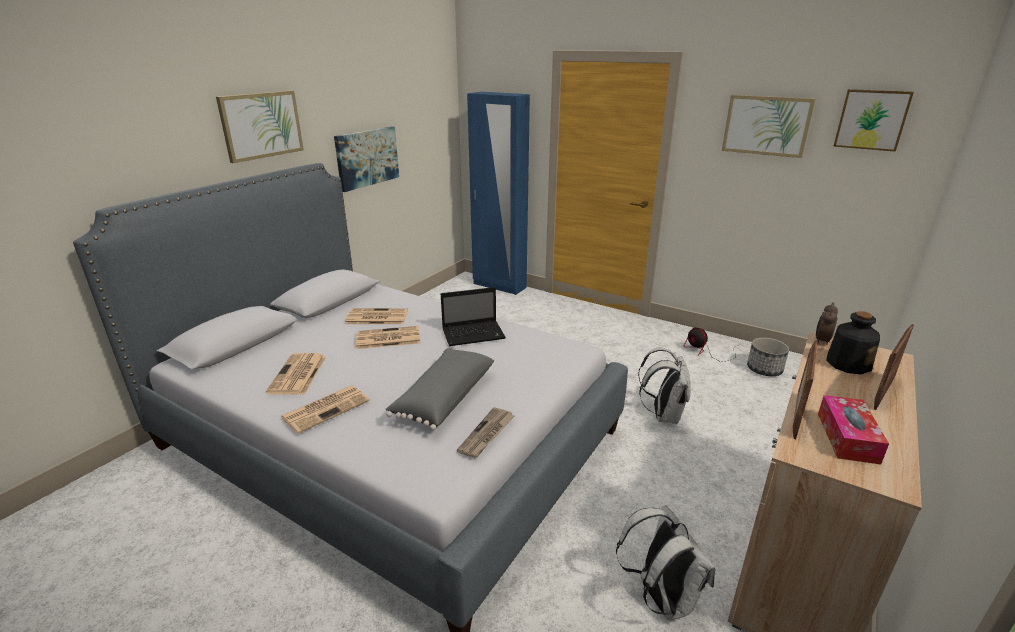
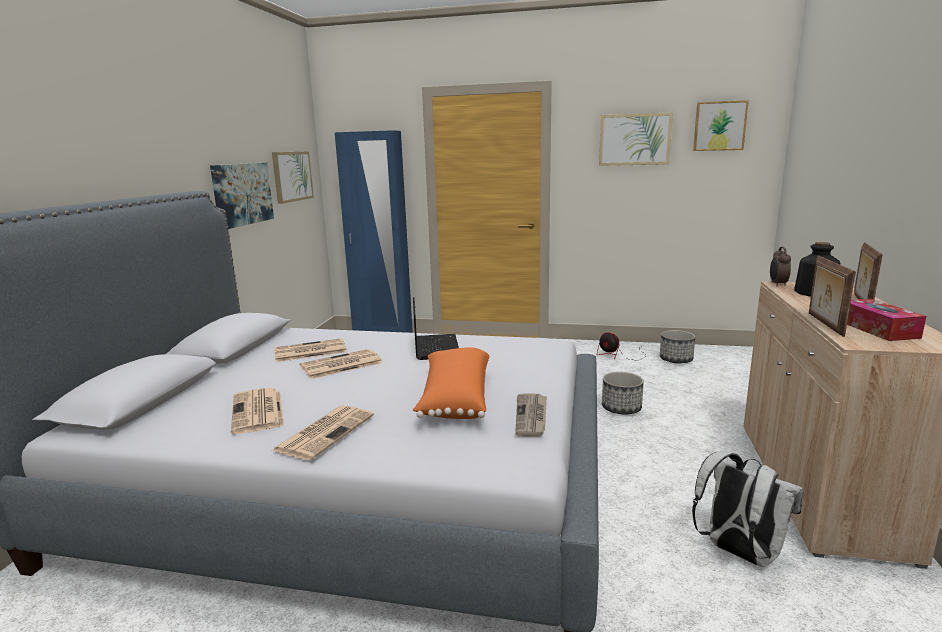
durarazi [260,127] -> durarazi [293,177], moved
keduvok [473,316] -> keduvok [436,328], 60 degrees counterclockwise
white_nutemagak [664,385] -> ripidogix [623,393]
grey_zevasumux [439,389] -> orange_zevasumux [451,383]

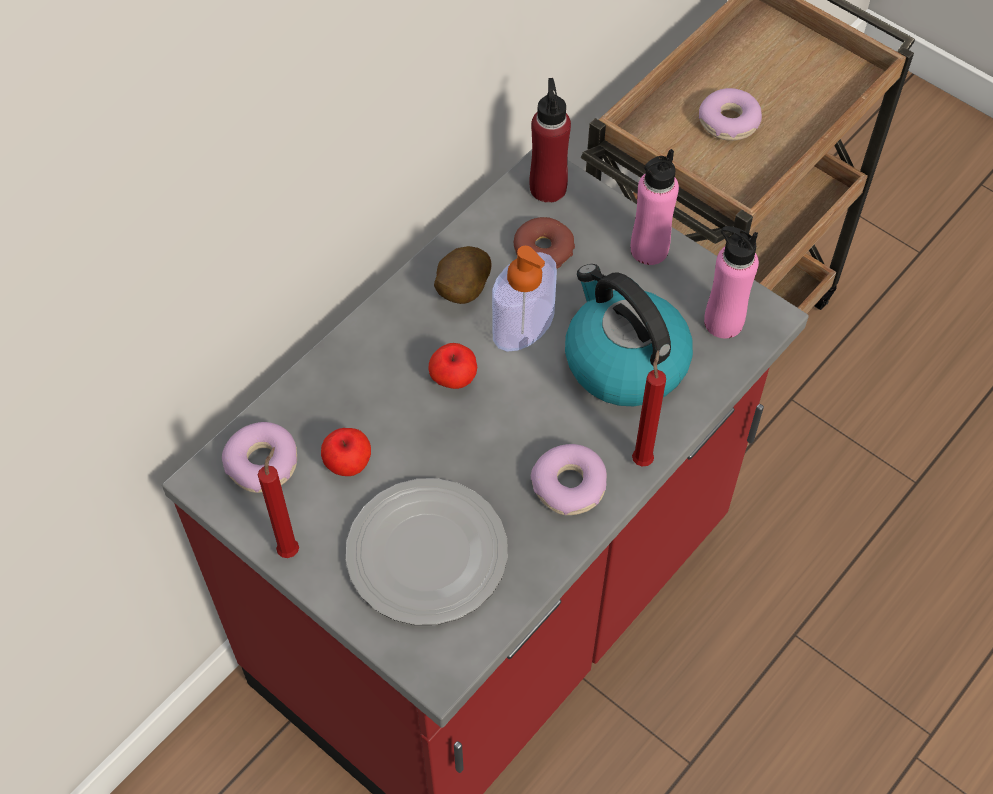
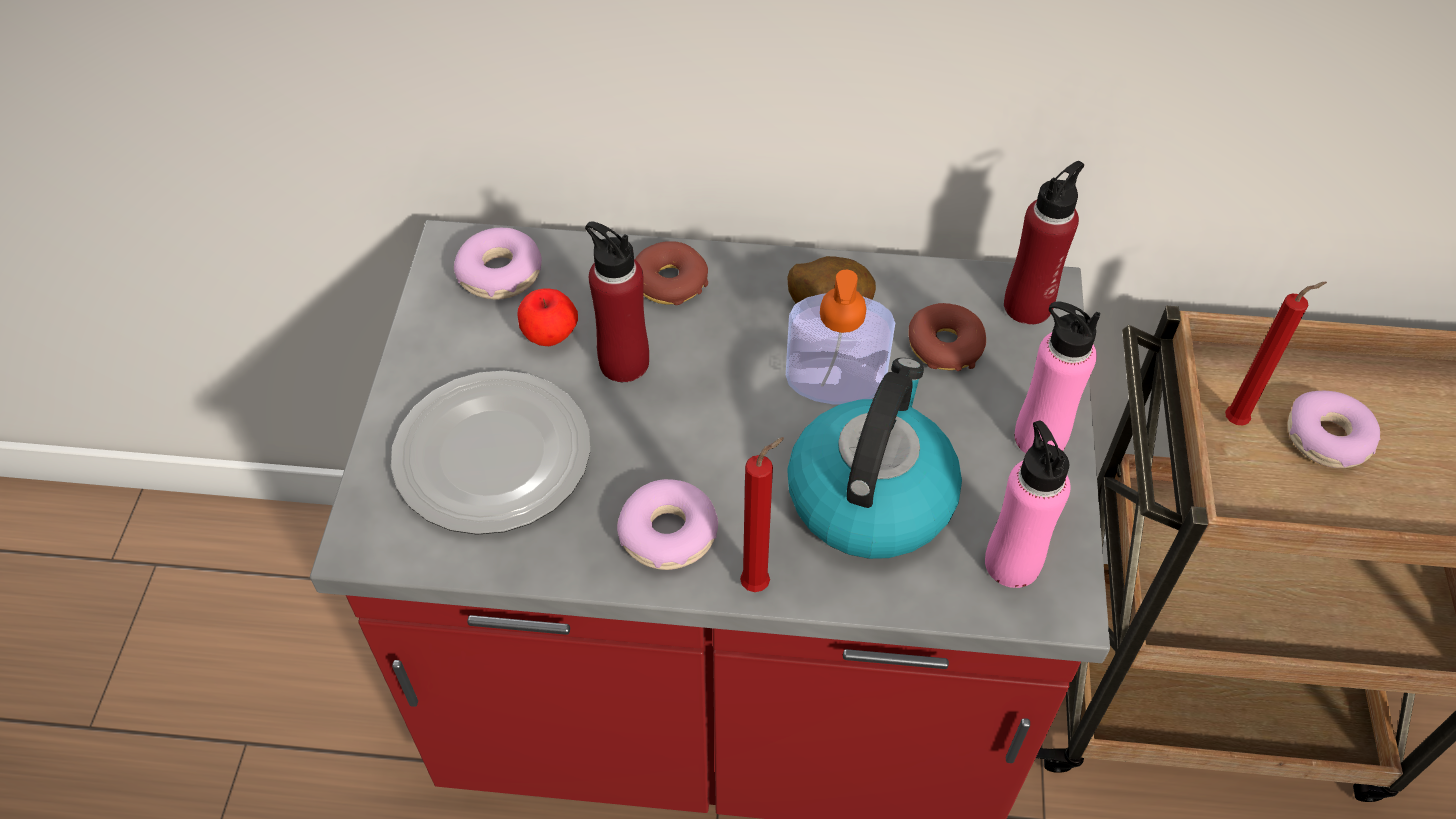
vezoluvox [452,366] -> none
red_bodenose [278,502] -> red_bodenose [1276,354], moved
none -> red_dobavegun [617,302]
none -> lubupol [671,273]

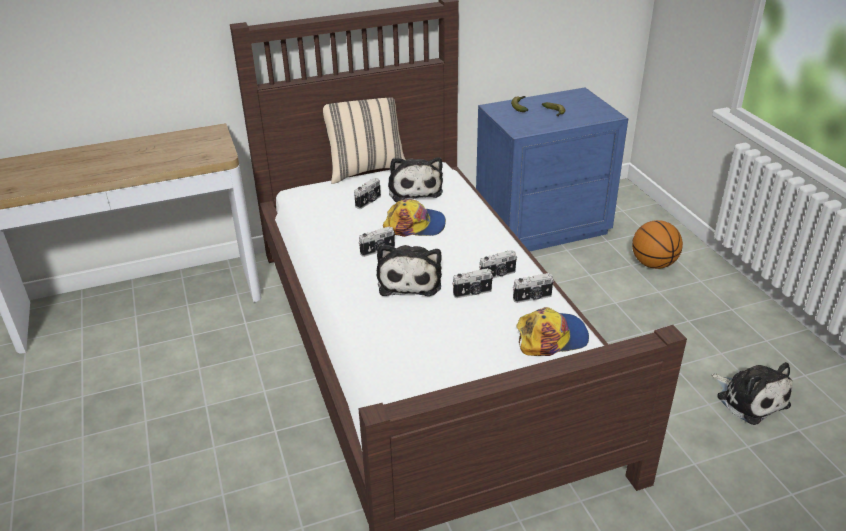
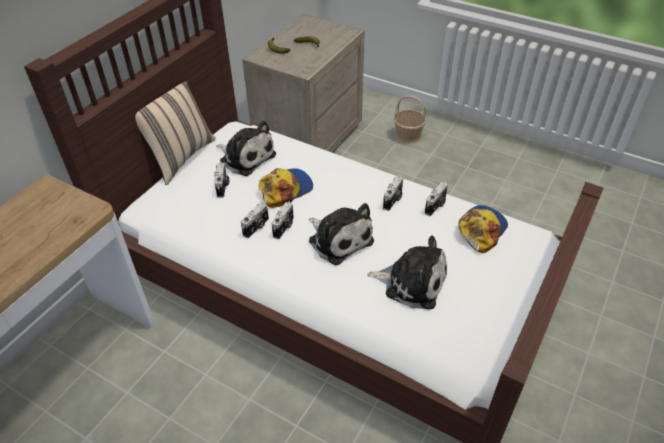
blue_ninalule [552,170] -> beige_ninalule [303,83]
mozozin [657,244] -> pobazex [410,119]
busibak [472,283] -> busibak [255,220], moved
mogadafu [752,393] -> mogadafu [407,272], moved

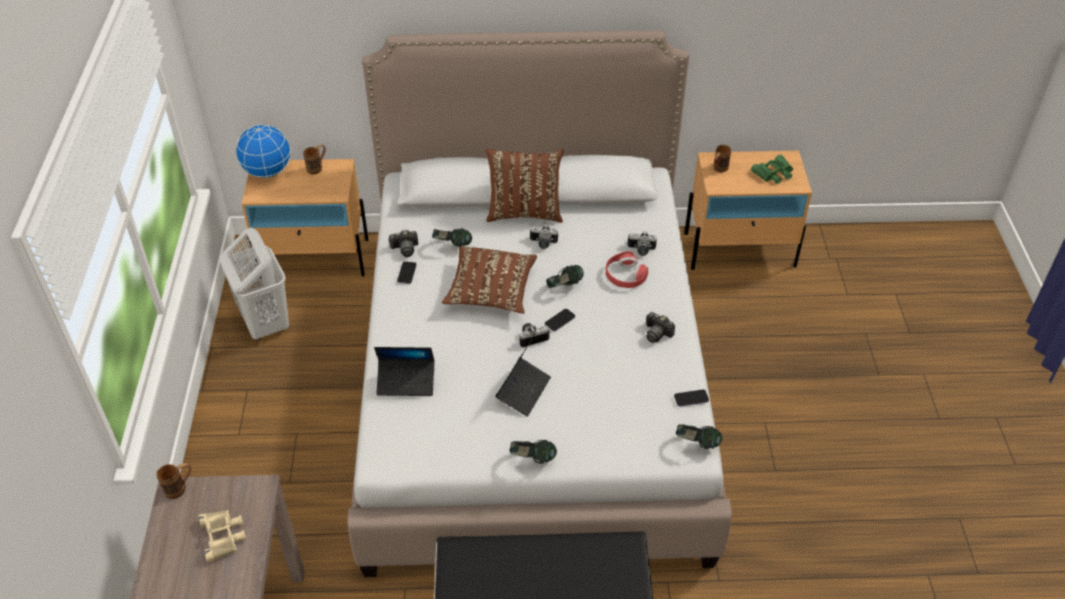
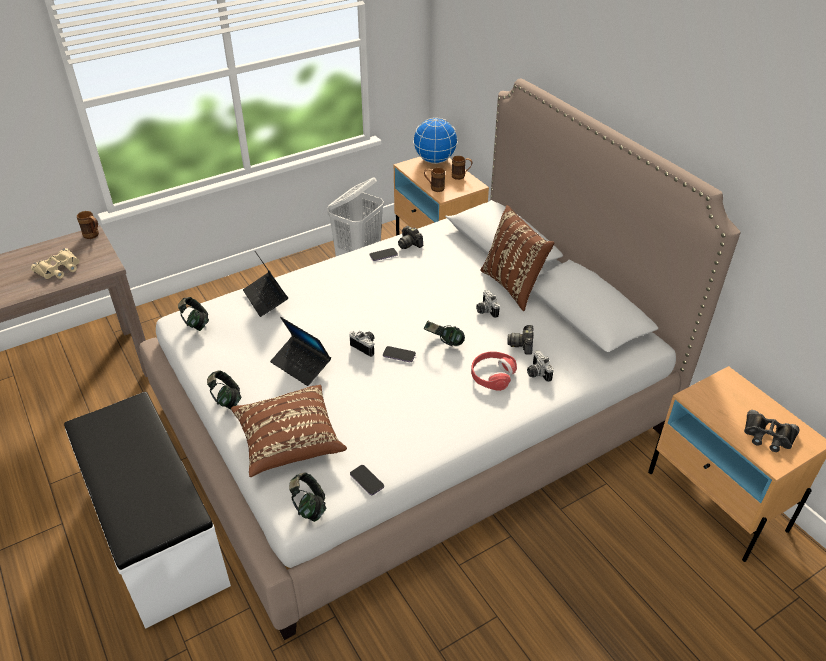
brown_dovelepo [722,158] -> brown_dovelepo [434,180], moved
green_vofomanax [772,169] -> black_vofomanax [772,431]
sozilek [452,237] -> sozilek [193,314], moved
brown_zevasumux [489,280] -> brown_zevasumux [289,431], moved
busibak [660,327] -> busibak [520,340], moved
keduvok [523,378] -> keduvok [300,351], 45 degrees clockwise

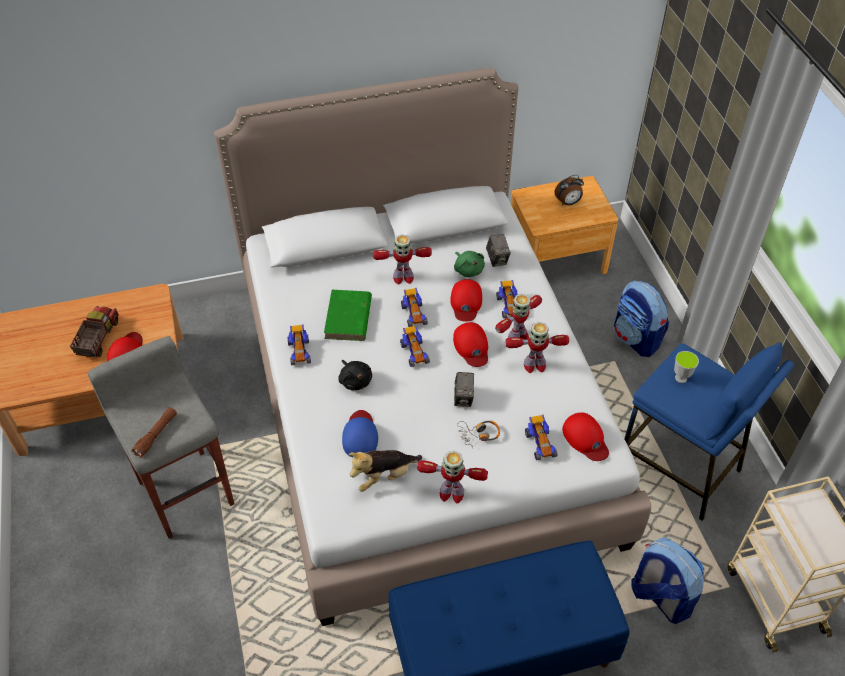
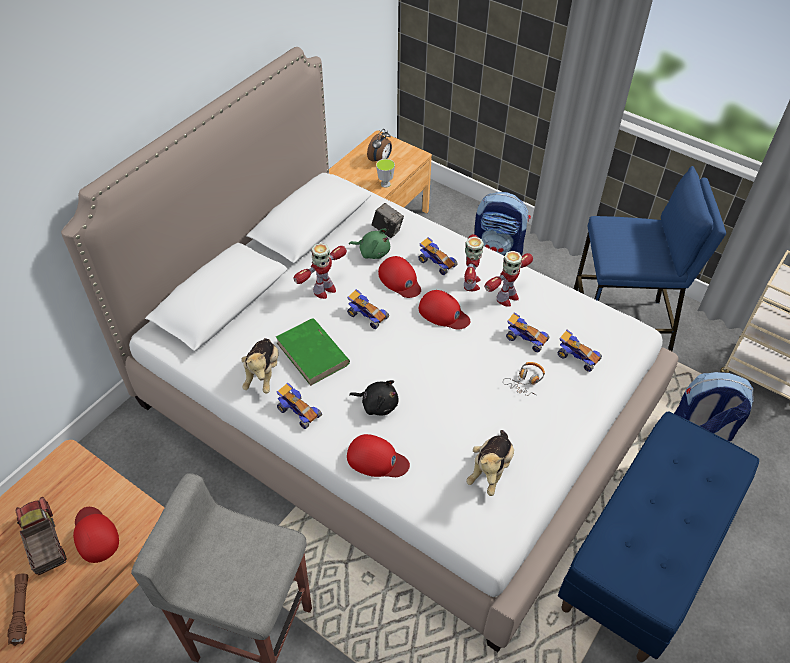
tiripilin [415,346] -> tiripilin [527,332], moved
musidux [686,367] -> musidux [385,173], moved
busibak [464,389] -> none
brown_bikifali [154,432] -> brown_bikifali [17,609], moved
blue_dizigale [360,434] -> none
red_dizigale [585,437] -> red_dizigale [378,455], moved
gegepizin [452,477] -> none
none -> mogadafu [260,366]

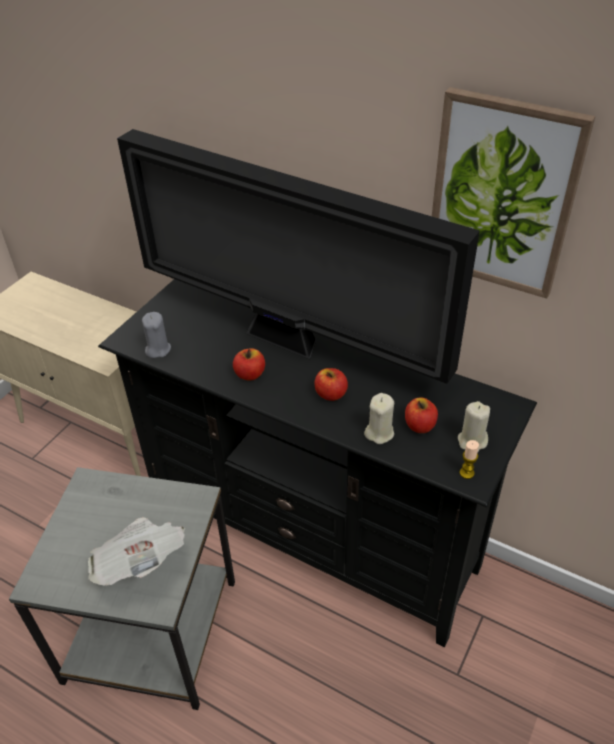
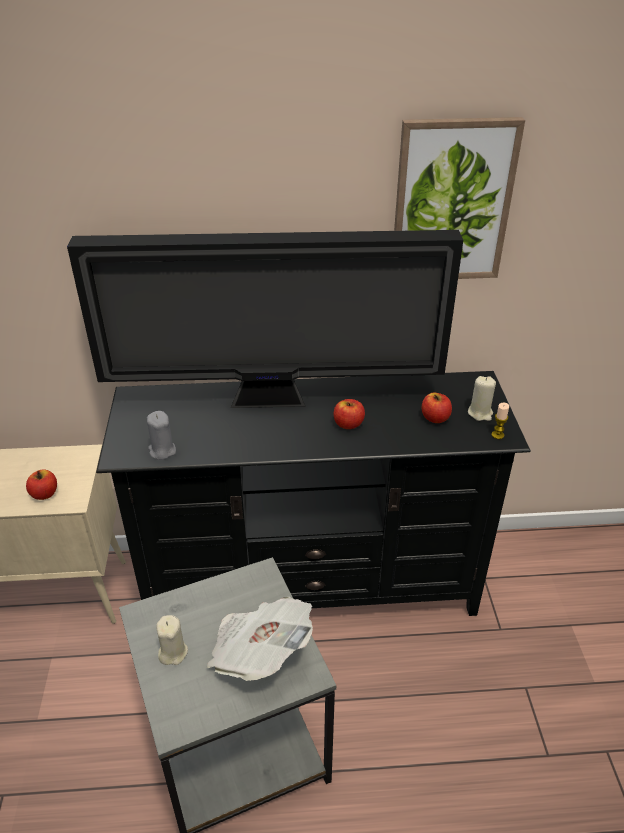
vezoluvox [249,364] -> vezoluvox [41,484], moved
beige_bodenose [379,418] -> beige_bodenose [172,640], moved

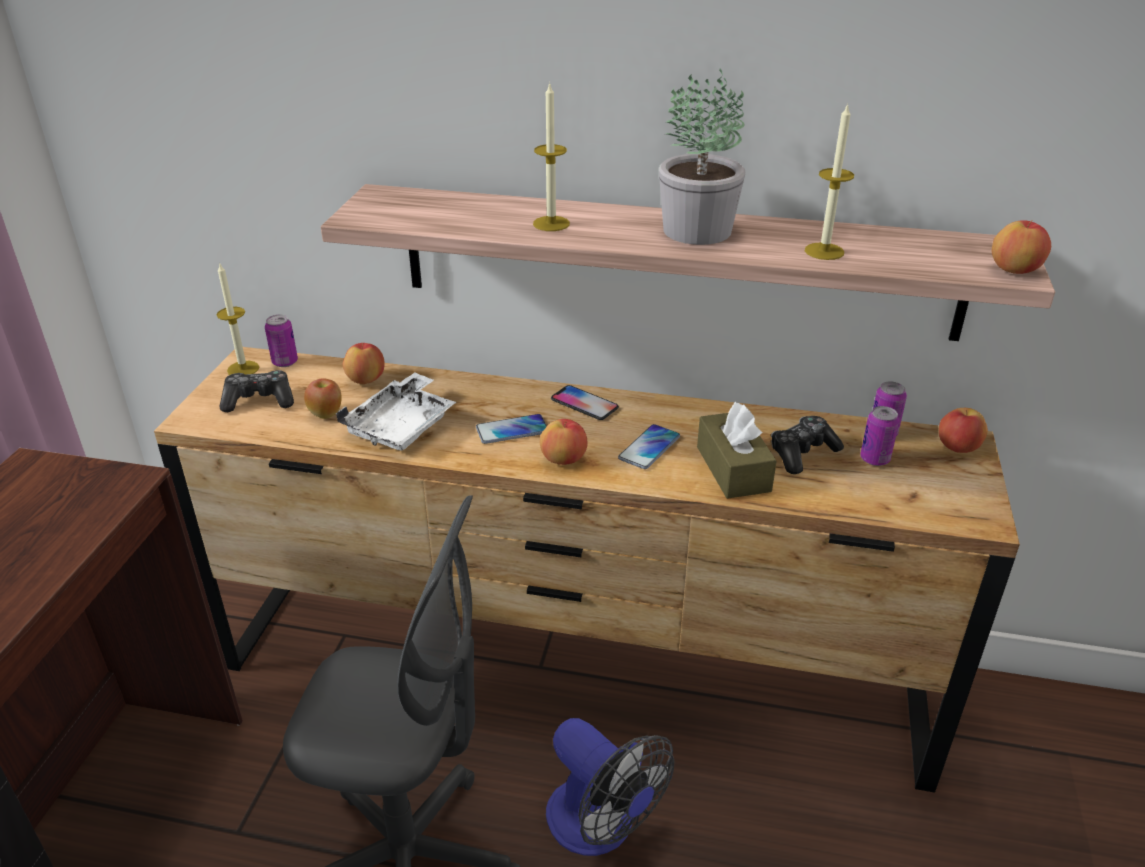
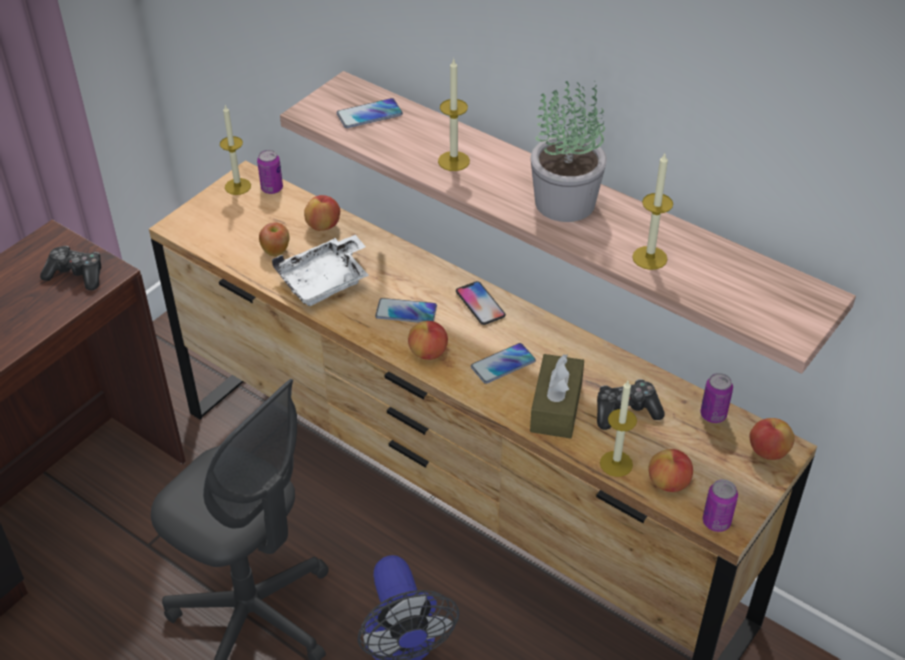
vezoluvox [1021,247] -> vezoluvox [670,470], moved
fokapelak [256,391] -> fokapelak [70,268], moved
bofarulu [879,436] -> bofarulu [720,505], moved
none -> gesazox [370,113]
none -> bodenose [618,429]

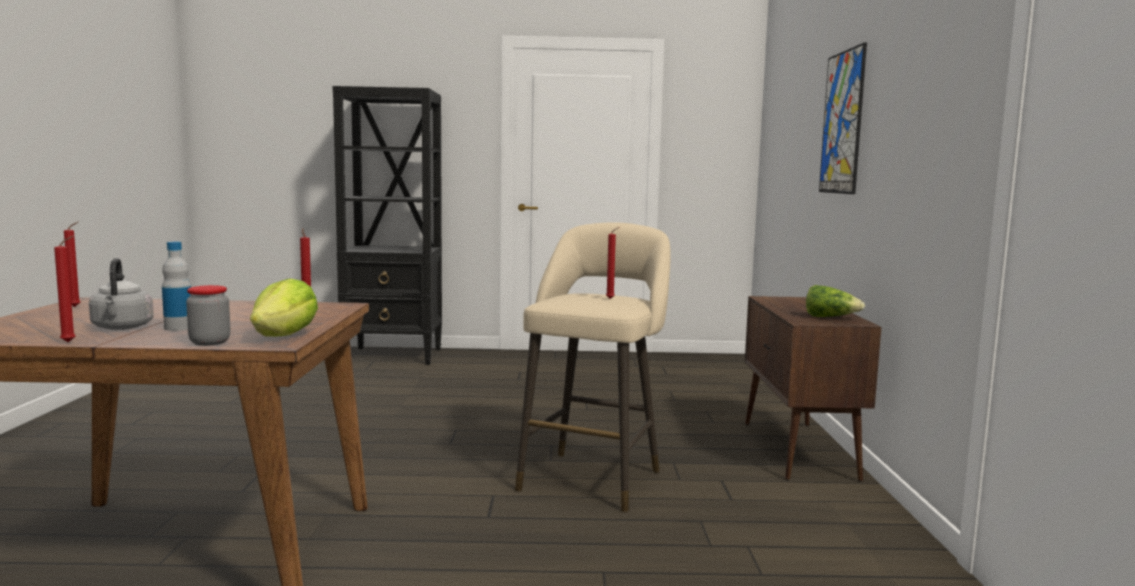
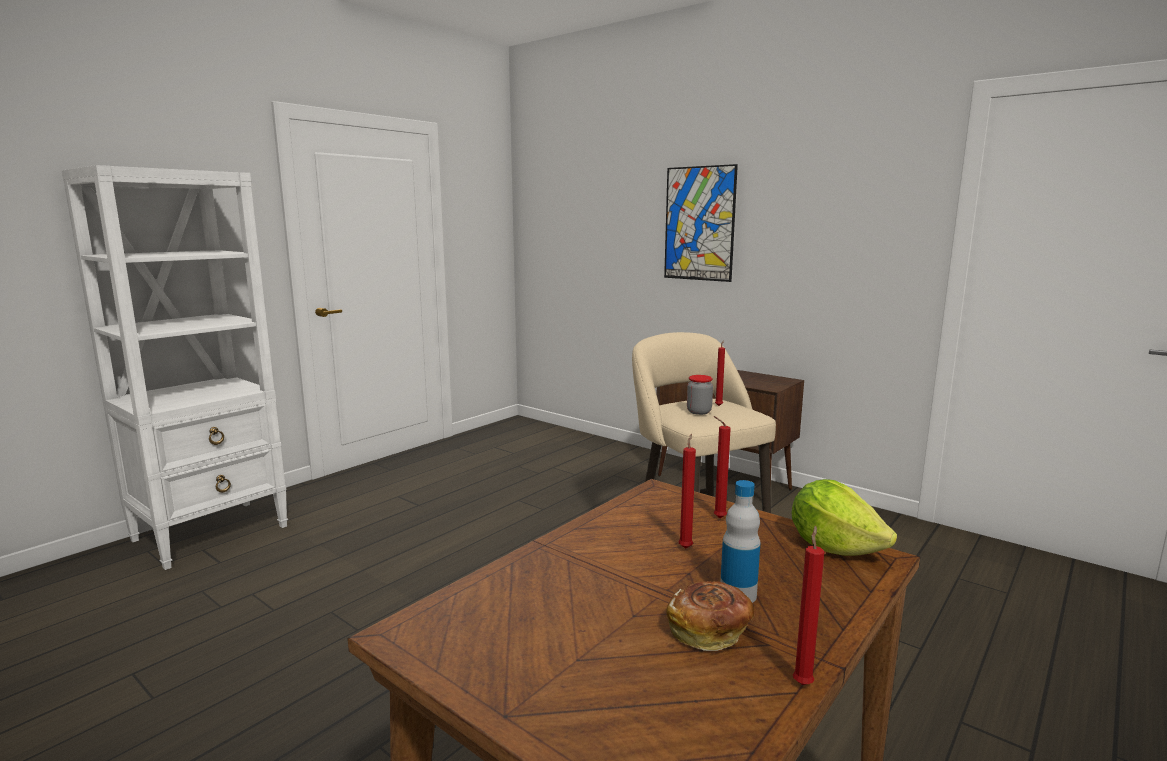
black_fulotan [387,225] -> white_fulotan [175,367]
red_bodenose [72,264] -> red_bodenose [687,491], moved
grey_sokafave [121,294] -> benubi [710,616]
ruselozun [208,315] -> ruselozun [700,395], moved
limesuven [835,301] -> none

